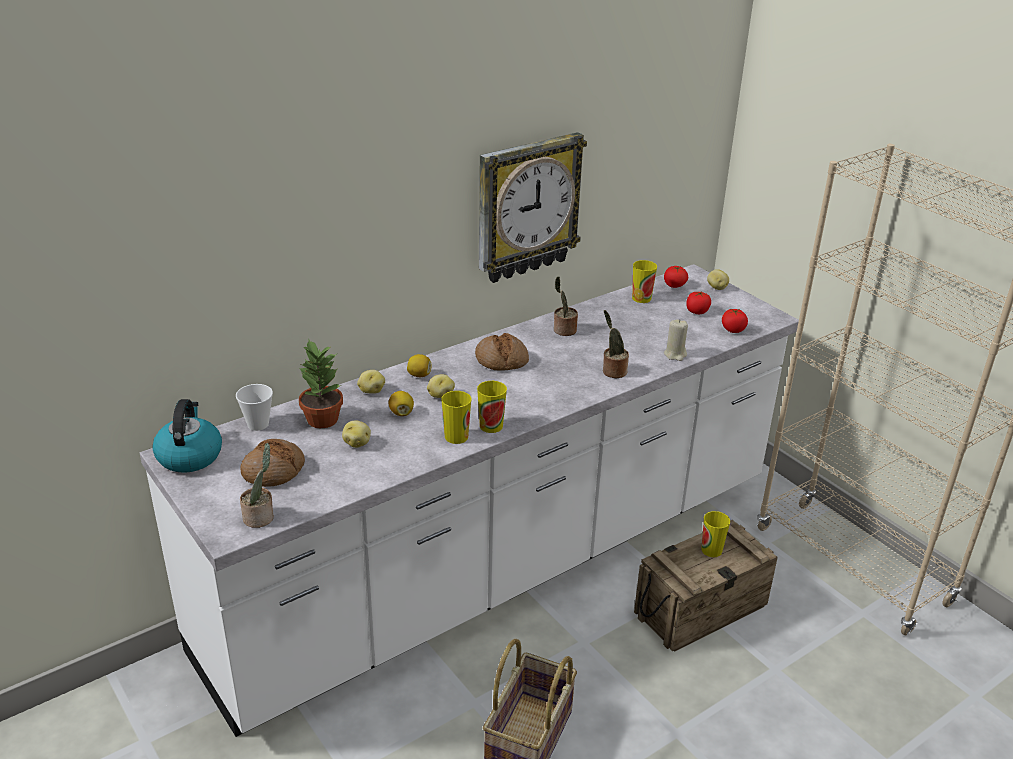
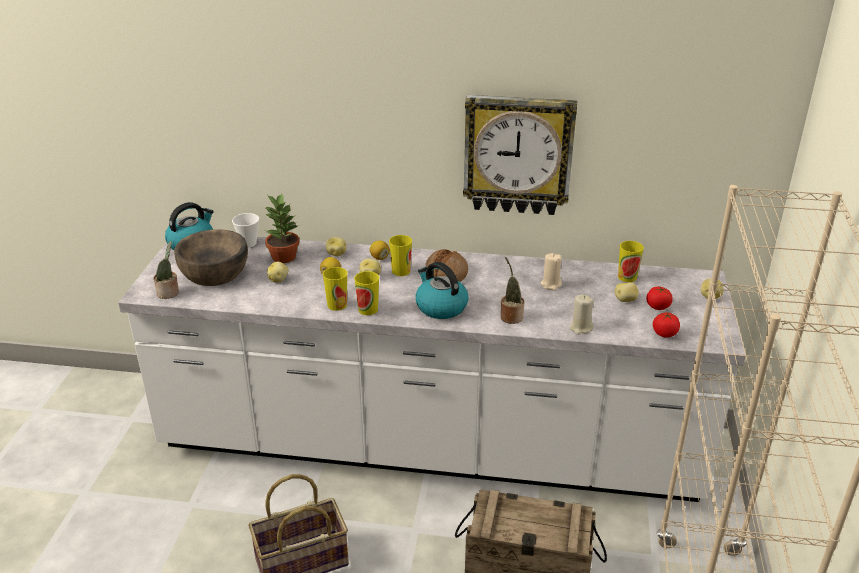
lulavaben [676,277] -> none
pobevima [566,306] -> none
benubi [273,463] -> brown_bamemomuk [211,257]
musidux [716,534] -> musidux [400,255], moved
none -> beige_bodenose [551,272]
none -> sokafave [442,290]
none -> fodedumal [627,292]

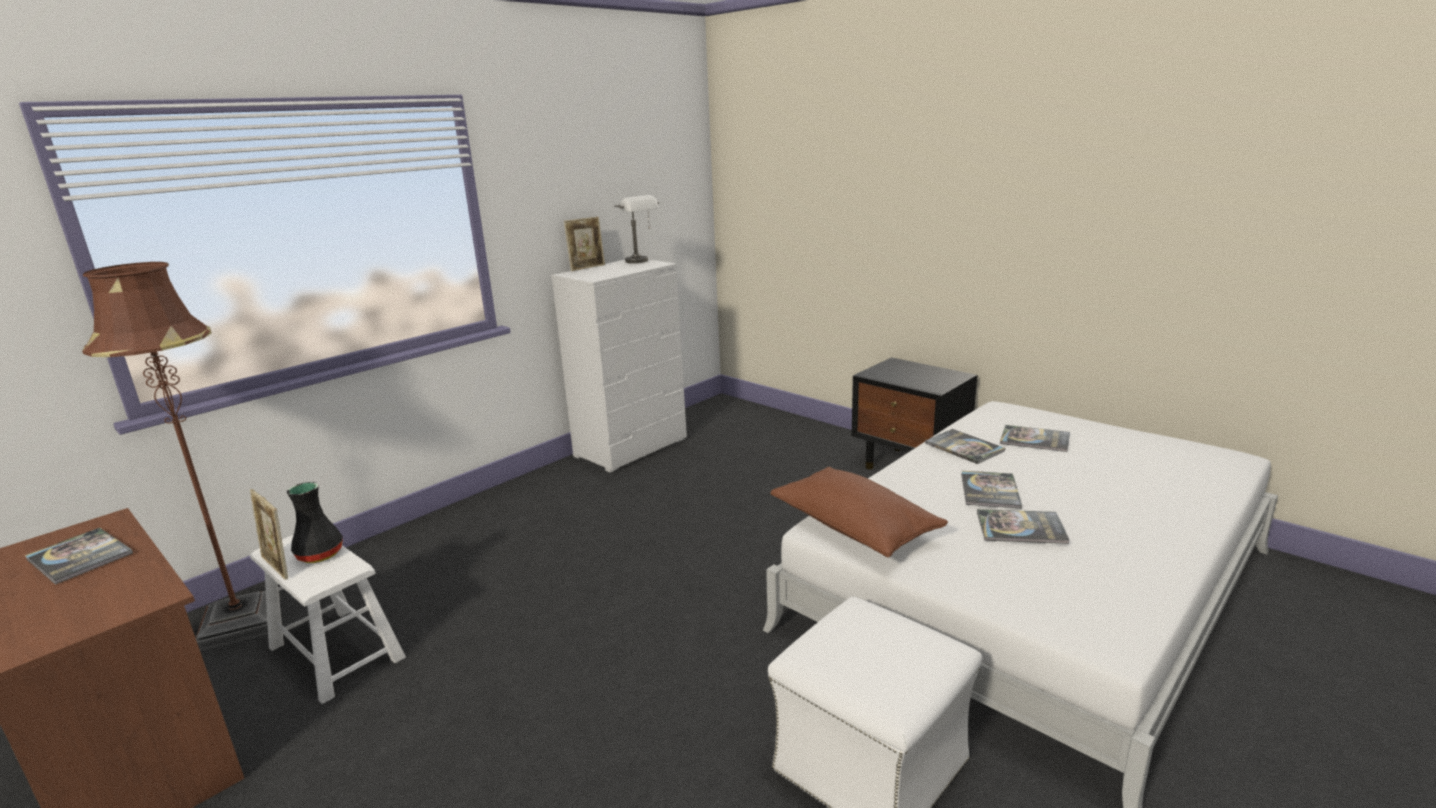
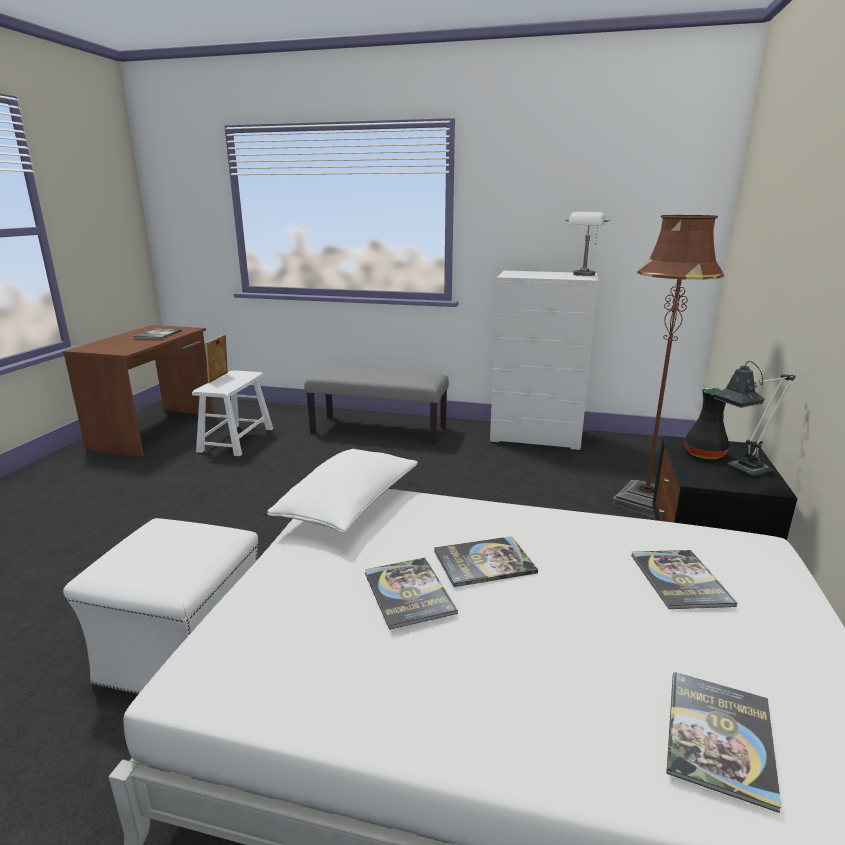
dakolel [584,244] -> none
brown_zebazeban [181,456] -> brown_zebazeban [668,366], moved
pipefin [965,446] -> pipefin [724,742], moved
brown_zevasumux [859,512] -> white_zevasumux [342,491]
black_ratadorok [314,522] -> black_ratadorok [706,423], moved
none -> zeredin [755,418]
none -> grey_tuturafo [376,405]

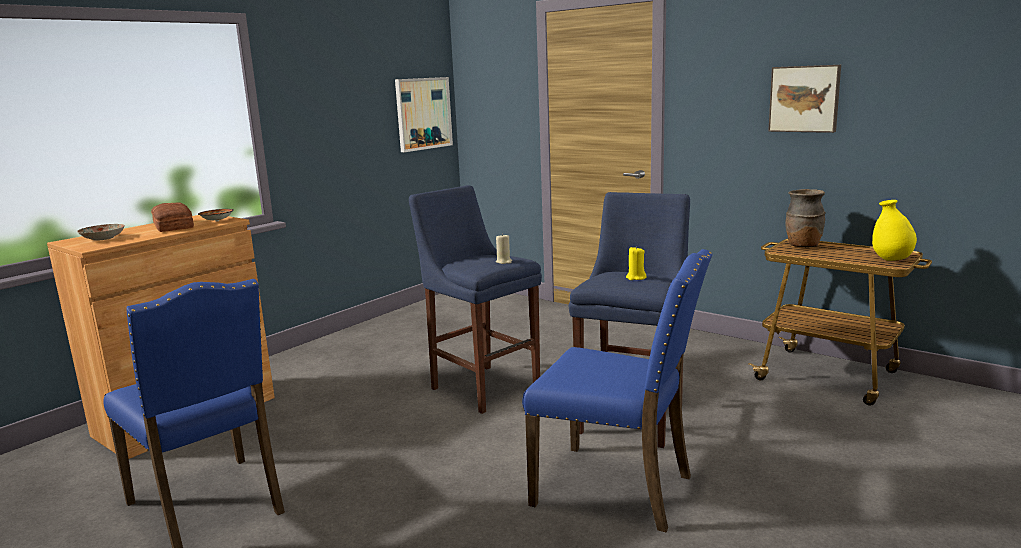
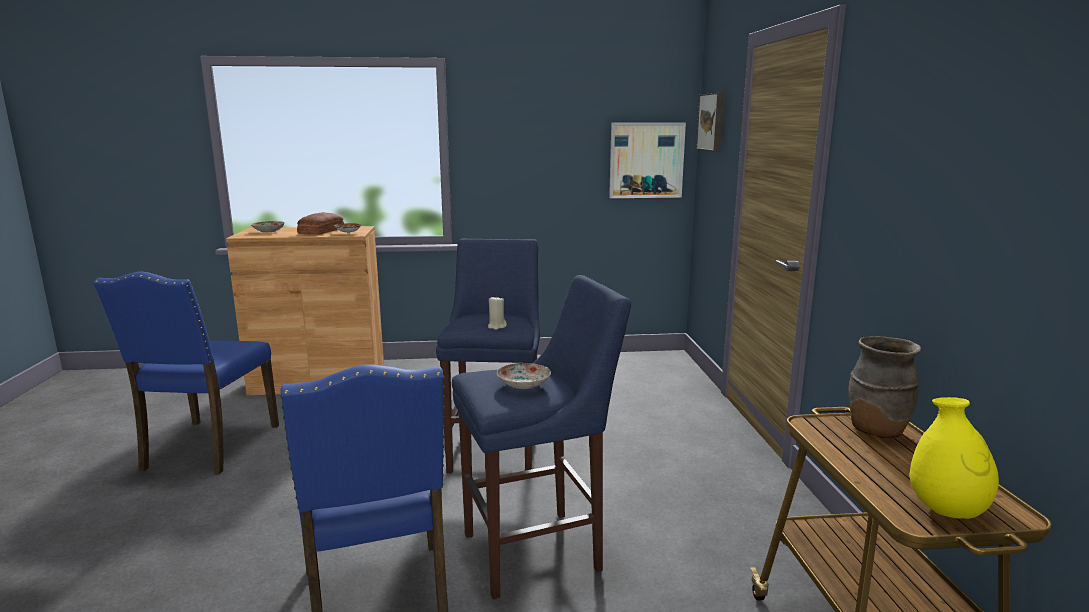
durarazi [804,99] -> durarazi [710,122], moved
yellow_bodenose [636,263] -> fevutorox [524,376]

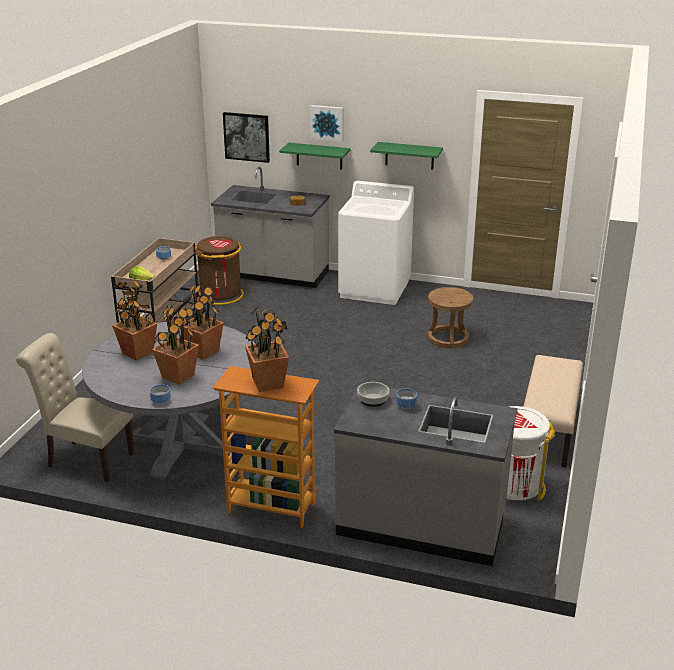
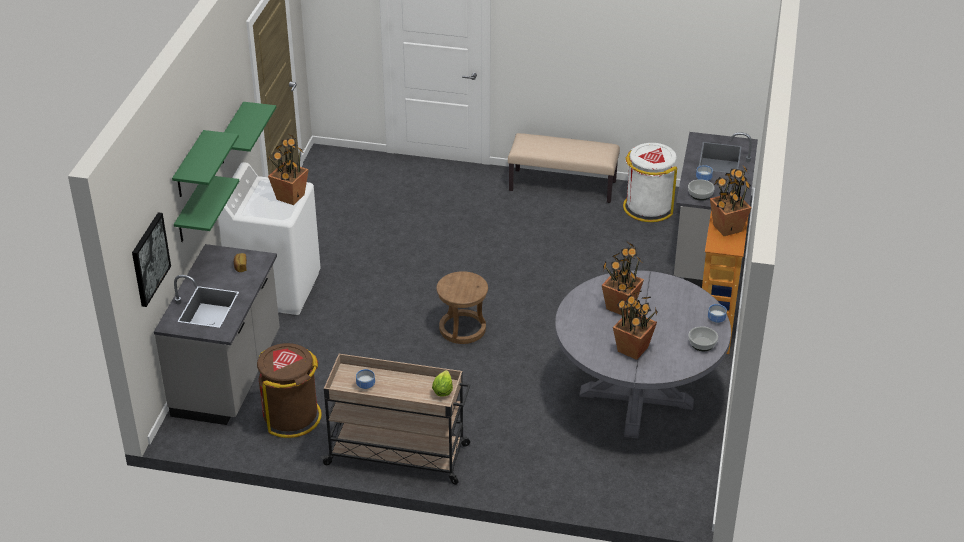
durarazi [327,123] -> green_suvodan [205,163]
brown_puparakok [451,318] -> brown_puparakok [462,307], moved
pobevima [175,345] -> pobevima [288,170], moved
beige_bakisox [75,407] -> none
none -> bamemomuk [703,338]

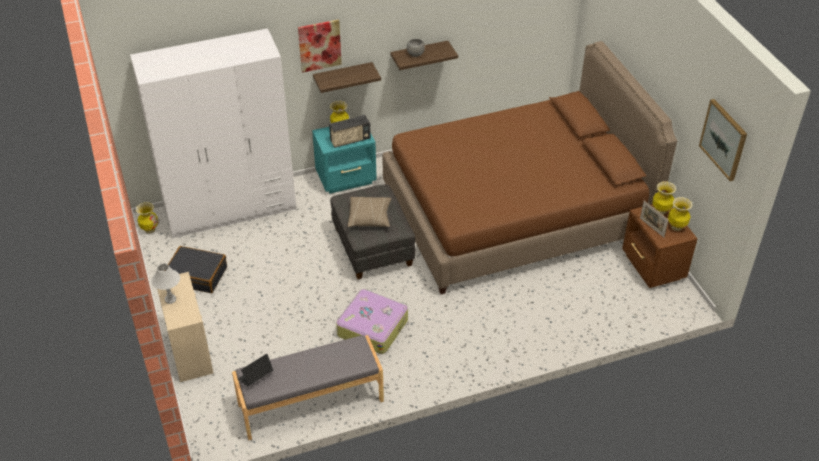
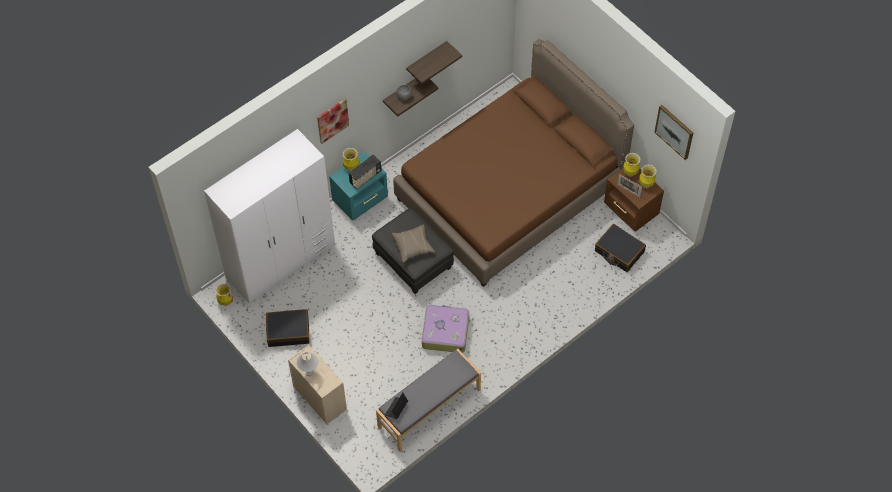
suvodan [347,77] -> suvodan [434,62], moved
none -> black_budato [620,248]

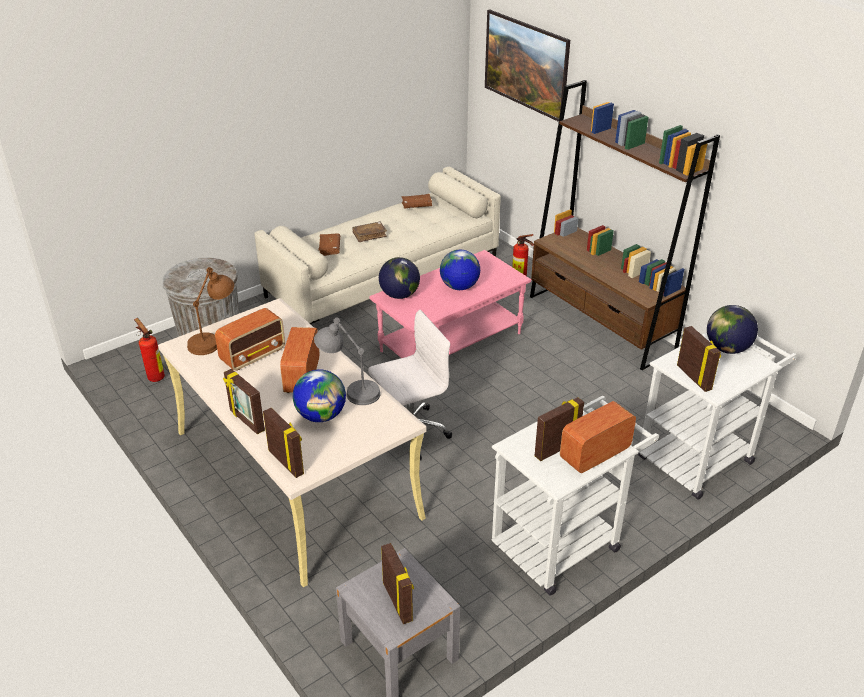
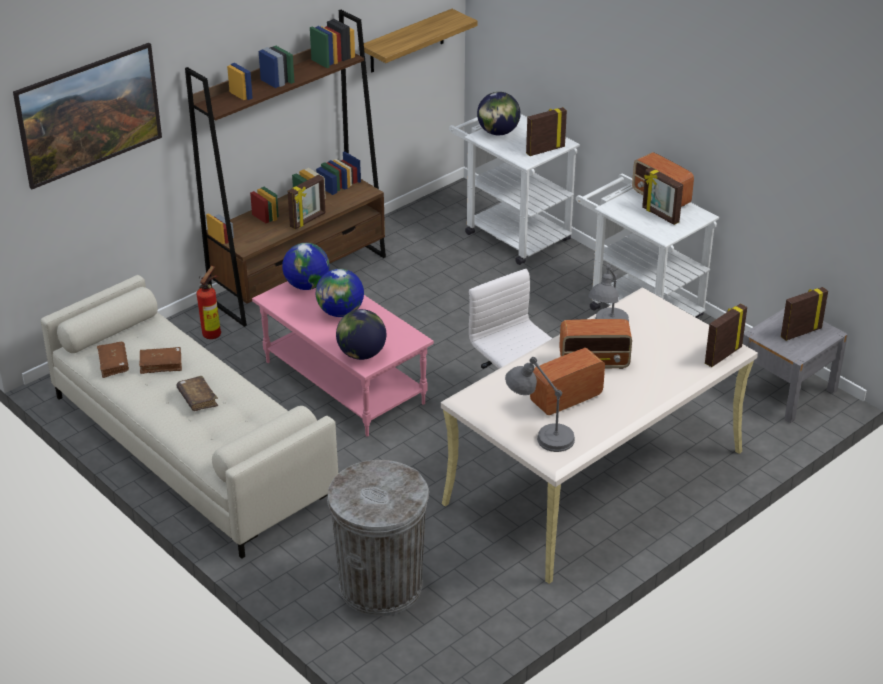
brown_pipefin [329,244] -> brown_pipefin [160,360], moved
brown_zeredin [210,311] -> grey_zeredin [540,404]
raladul [250,339] -> raladul [567,381], 75 degrees counterclockwise
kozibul [149,350] -> none
dakolel [244,401] -> dakolel [306,202], moved
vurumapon [319,395] -> vurumapon [306,266], moved
none -> suvodan [421,41]

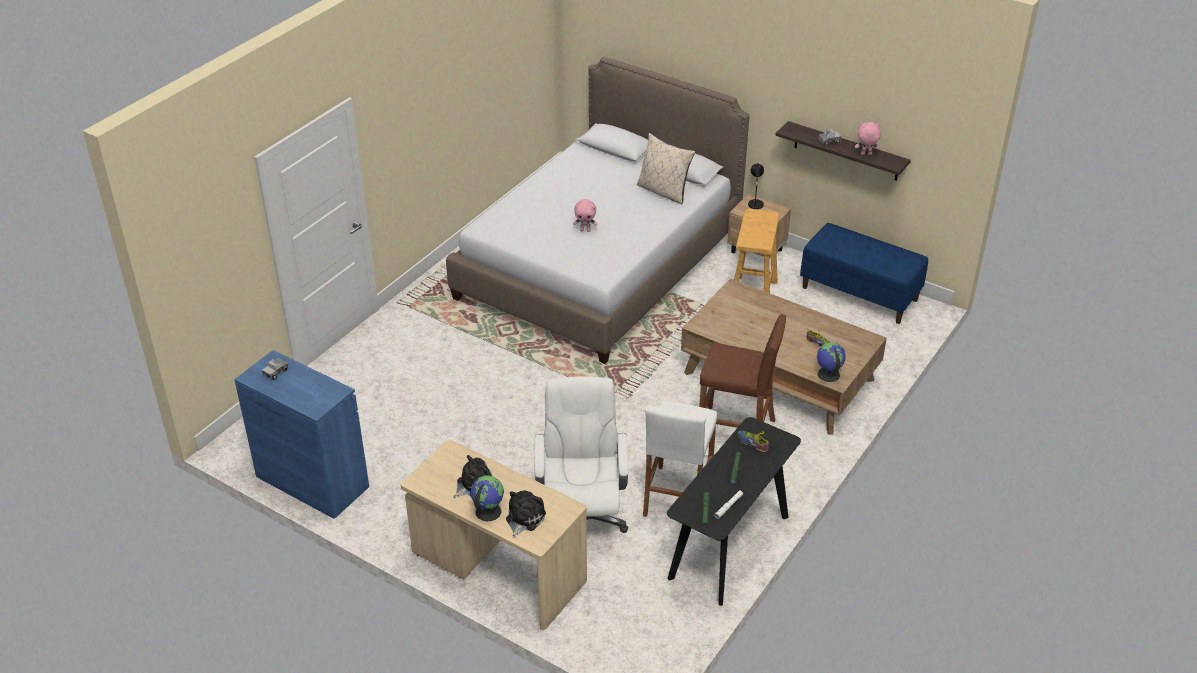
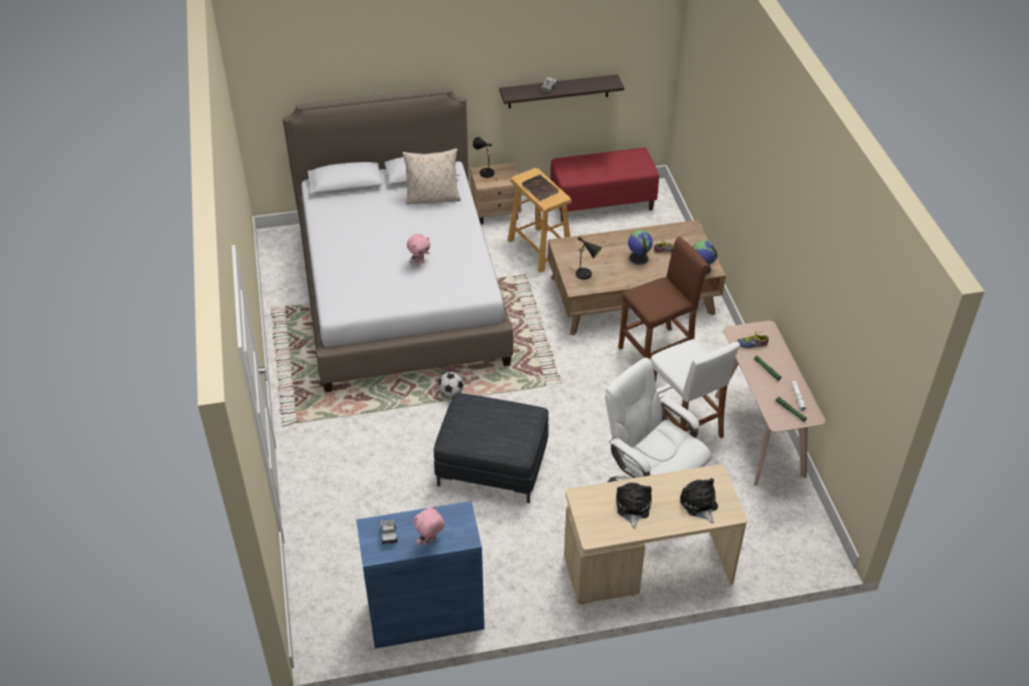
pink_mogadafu [868,138] -> pink_mogadafu [429,526], moved
blue_tuturafo [864,273] -> red_tuturafo [604,185]
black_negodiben [734,511] -> beige_negodiben [770,403]
vurumapon [487,498] -> vurumapon [640,247], moved
none -> brown_pipefin [540,187]
none -> black_zeredin [585,258]
none -> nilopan [451,385]
none -> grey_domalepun [491,448]

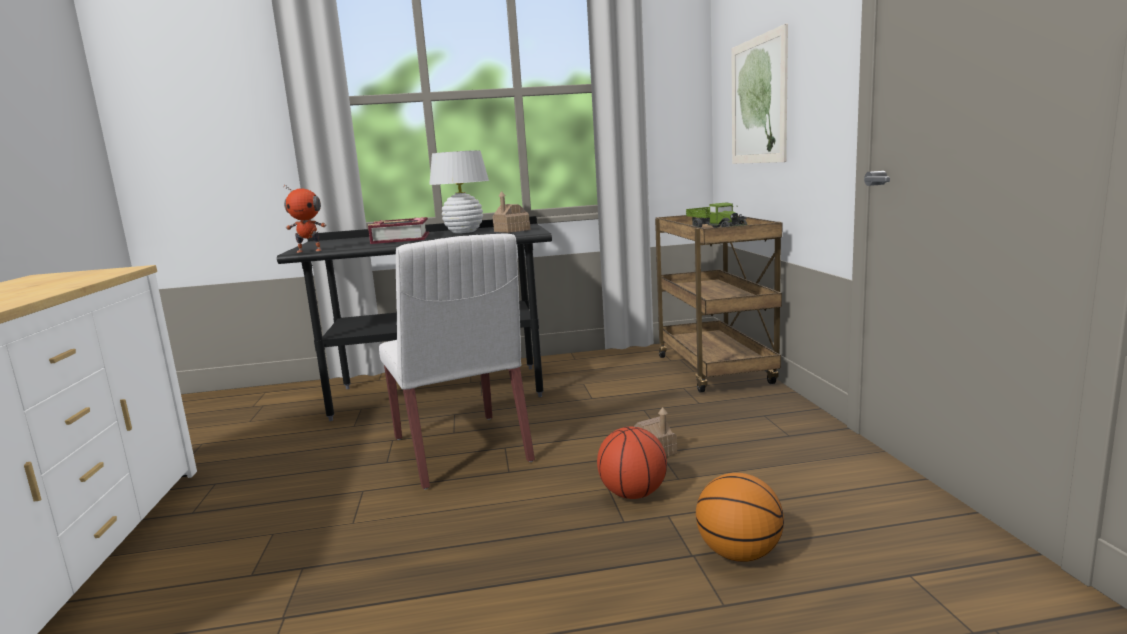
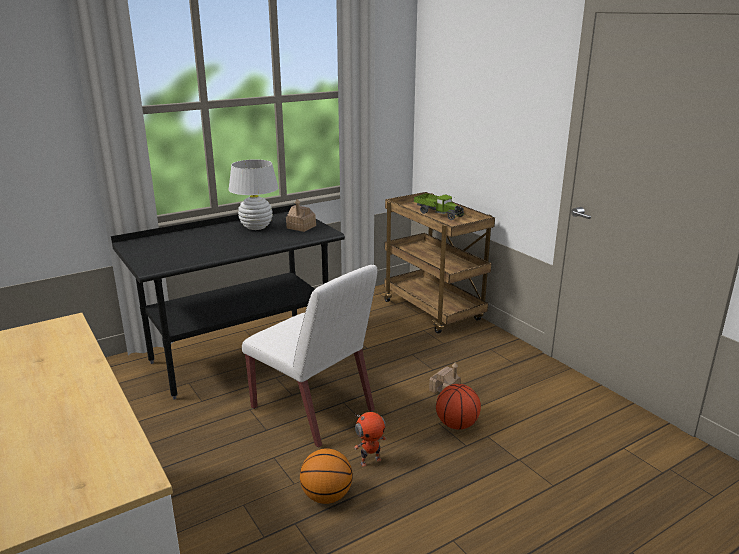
durarazi [759,94] -> none
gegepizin [305,218] -> gegepizin [370,439], moved
pipefin [398,230] -> none
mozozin [740,517] -> mozozin [326,476], moved

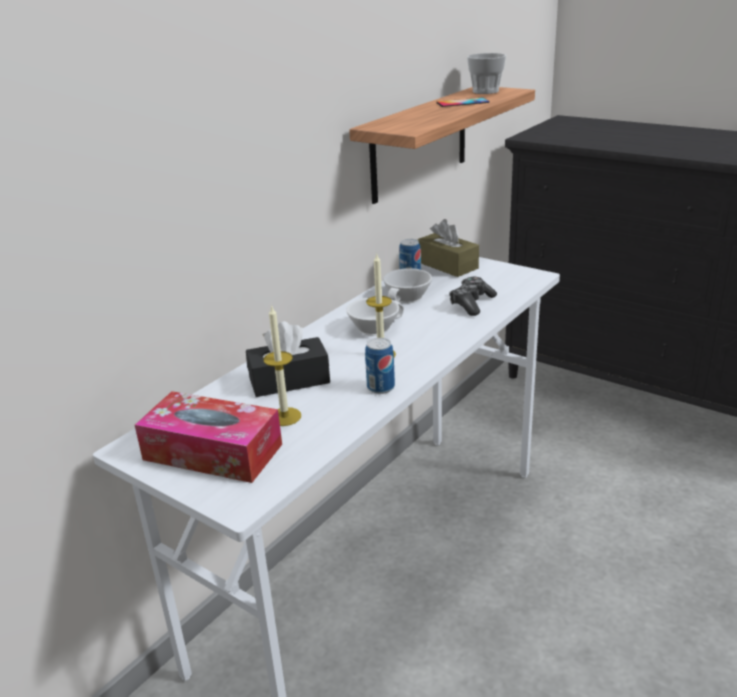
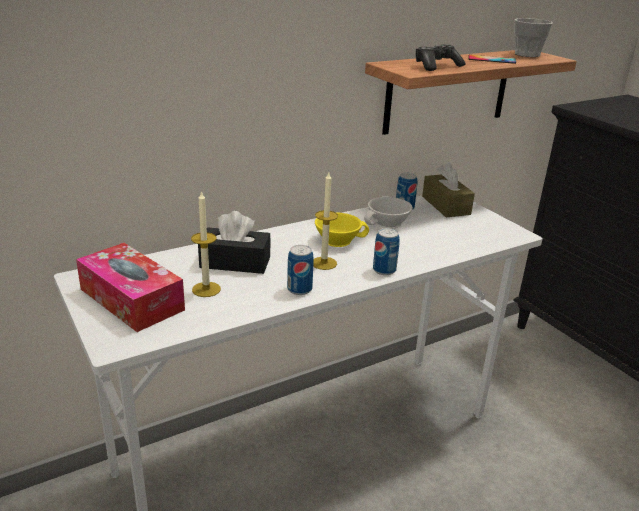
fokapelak [473,296] -> fokapelak [440,57], moved
white_musidux [375,316] -> yellow_musidux [342,230]
none -> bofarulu [386,251]

